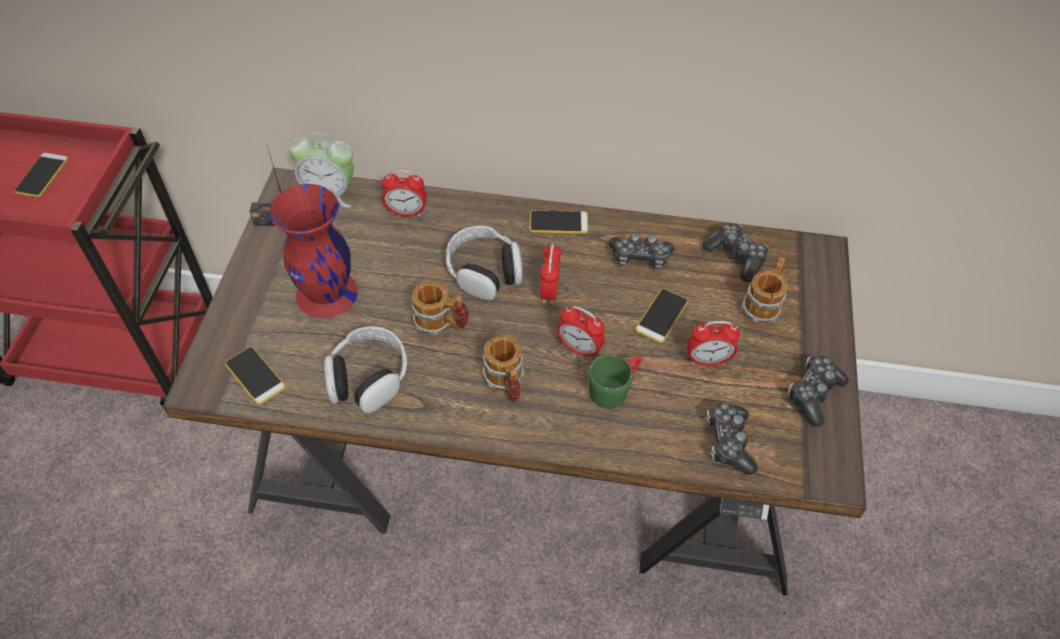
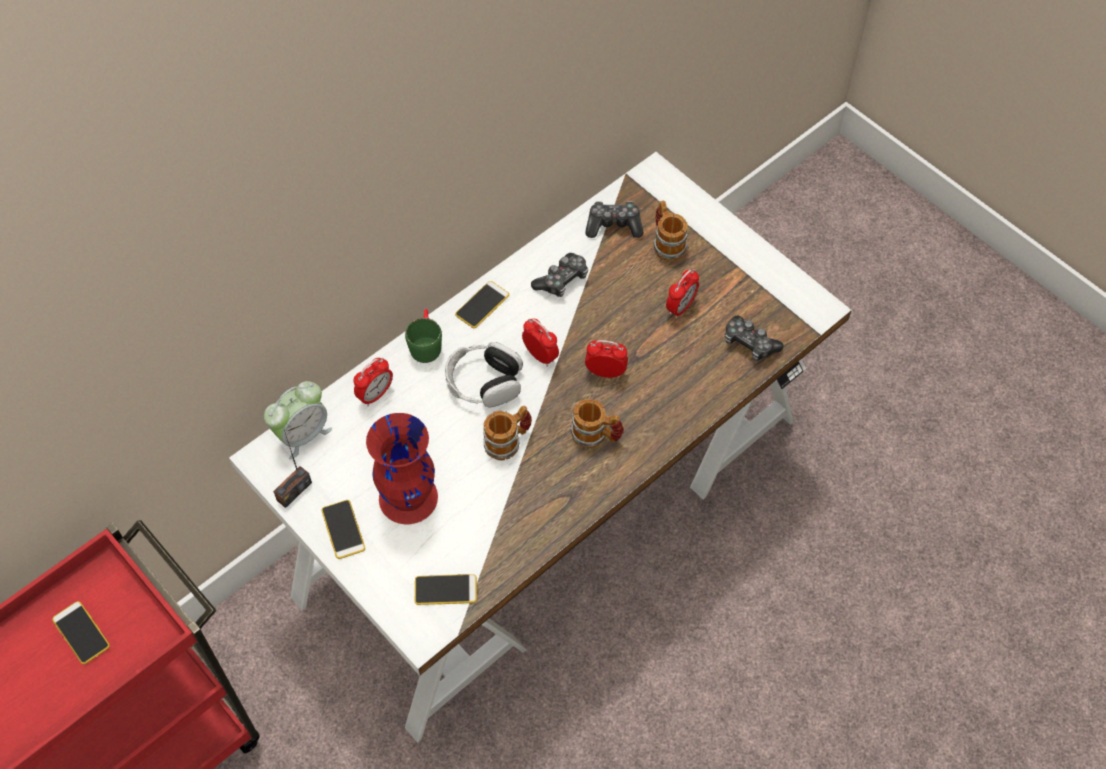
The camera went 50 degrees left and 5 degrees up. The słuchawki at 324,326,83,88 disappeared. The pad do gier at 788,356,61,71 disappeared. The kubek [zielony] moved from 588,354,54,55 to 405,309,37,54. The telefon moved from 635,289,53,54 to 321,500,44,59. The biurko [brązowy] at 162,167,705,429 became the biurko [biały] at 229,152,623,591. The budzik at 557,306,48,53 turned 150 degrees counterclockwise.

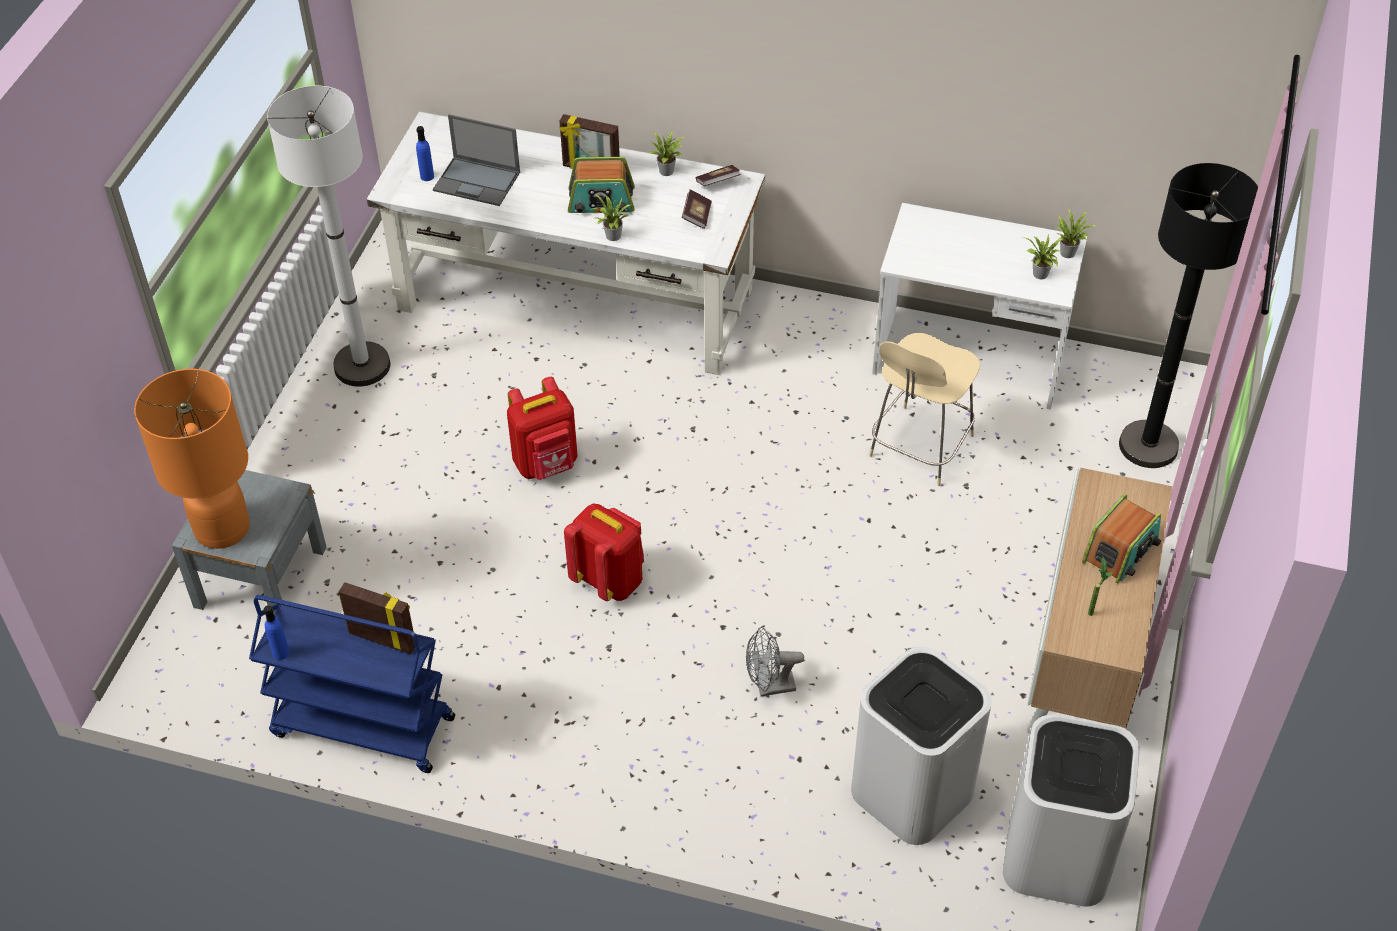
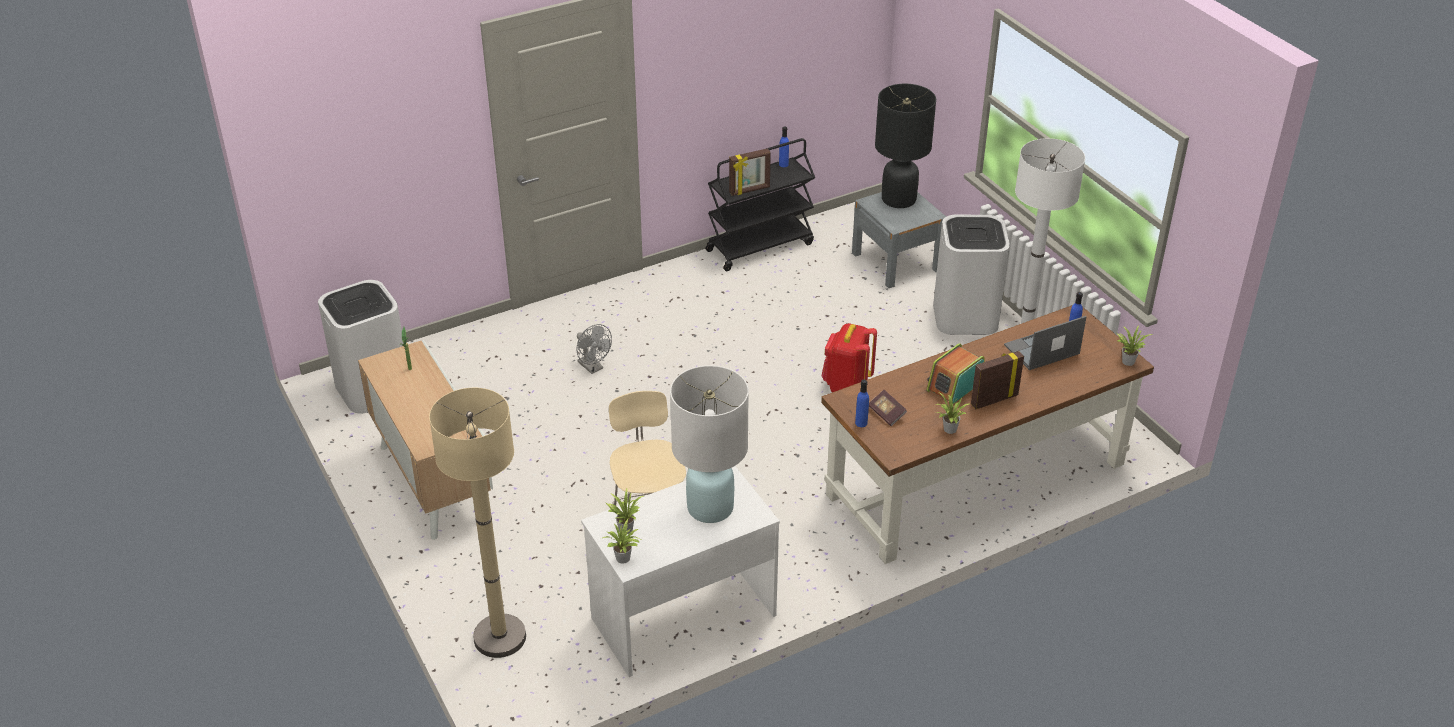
The camera went 135 degrees right and 10 degrees down. The plecak [czerwony] at 564,503,80,98 disappeared. The książka at 696,165,45,21 disappeared. The radio at 1082,494,79,90 disappeared. The lampa stołowa [biały] at 670,365,79,158 appeared. The butelka [niebieski] at 855,379,14,48 appeared. The roślina doniczkowa moved from 592,194,39,47 to 1117,325,36,41. The kosz na śmieci [biały] moved from 851,647,141,198 to 933,214,77,121. The lampa stołowa [pomarańczowy] at 134,369,116,180 became the lampa stołowa [czarny] at 875,84,61,124. The wózek [niebieski] at 249,595,206,178 became the wózek [czarny] at 705,138,110,133. The biurko [biały] at 367,112,398,263 became the biurko [brązowy] at 821,305,333,259. The lampa stojąca [czarny] at 1119,163,139,305 became the lampa stojąca [beżowy] at 429,388,97,270. The wentylator [szary] at 746,627,58,69 turned 105 degrees clockwise.

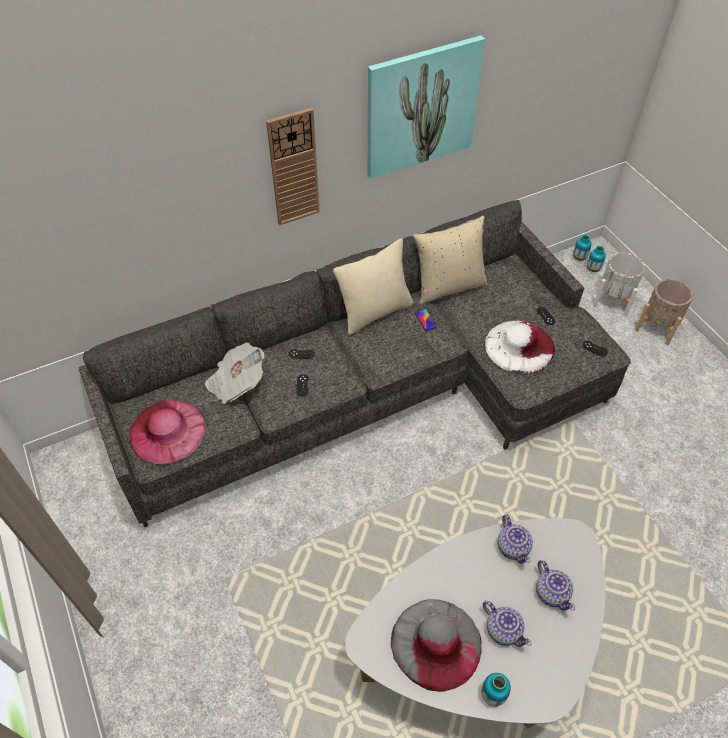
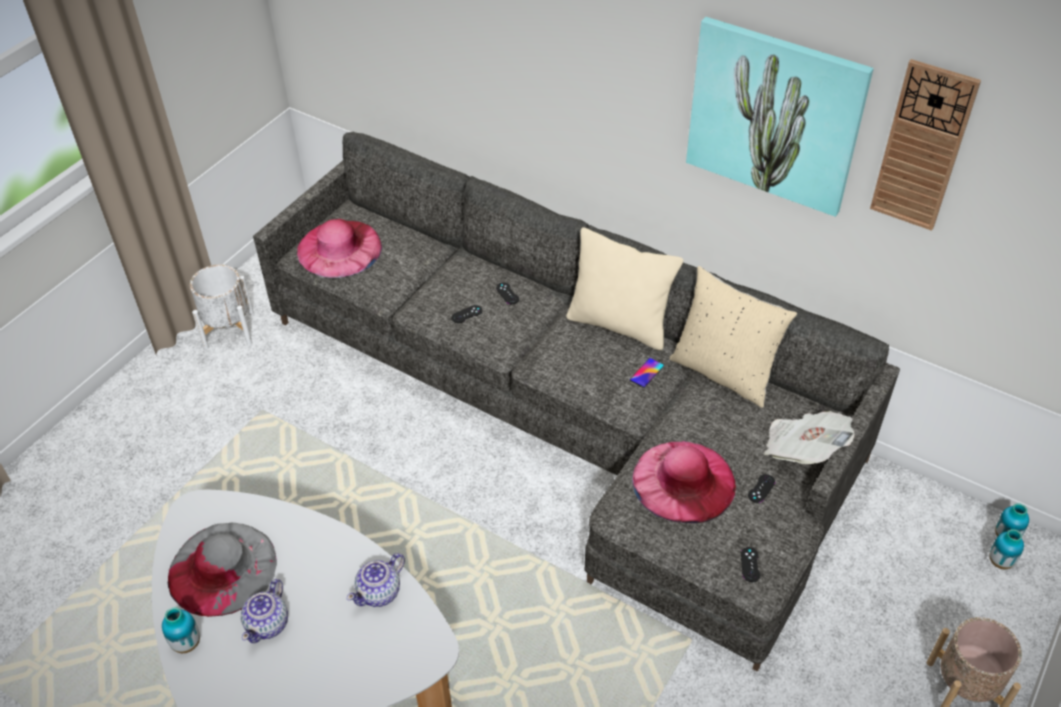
The camera went 60 degrees right and 5 degrees down. The imbryk at 536,560,39,51 disappeared. The gazeta moved from 205,342,60,62 to 764,411,91,53. The zegar ścienny moved from 266,108,54,117 to 870,59,111,172. The donica [biały] moved from 593,253,52,63 to 190,265,64,84. The kapelusz [biały] at 485,321,70,53 became the kapelusz [różowy] at 632,441,104,82.

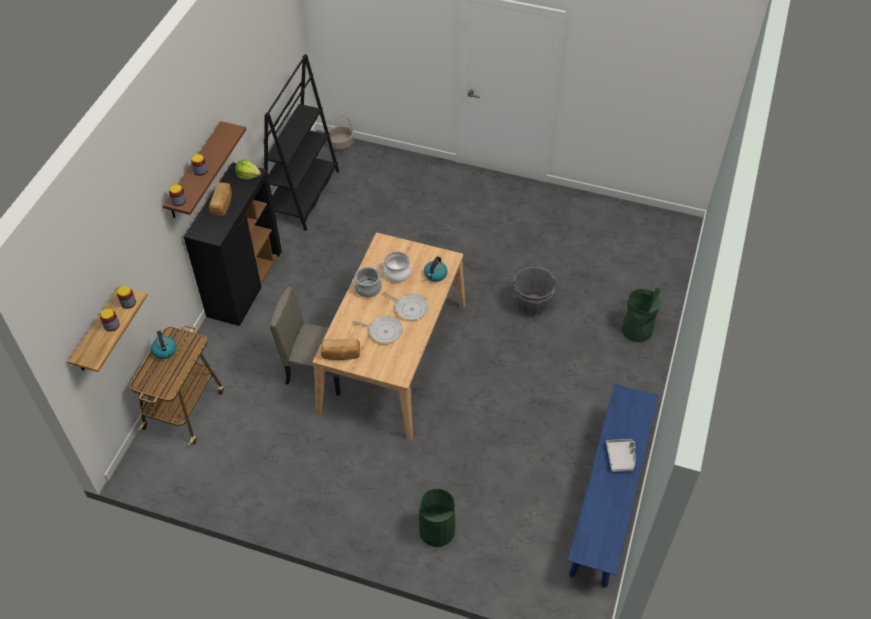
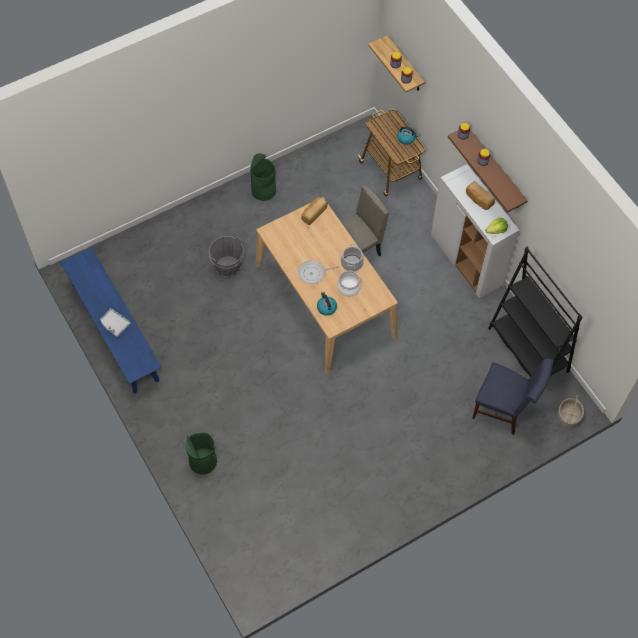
The camera went 130 degrees right and 10 degrees up. The patelnia at 352,316,51,27 disappeared. The krzesło [niebieski] at 472,359,82,76 appeared. The kosz na śmieci [zielony] moved from 419,489,36,58 to 250,153,26,48. The wiadro [szary] moved from 514,267,42,50 to 209,236,35,41. The szafka [czarny] at 184,162,98,164 became the szafka [biały] at 431,164,88,134.

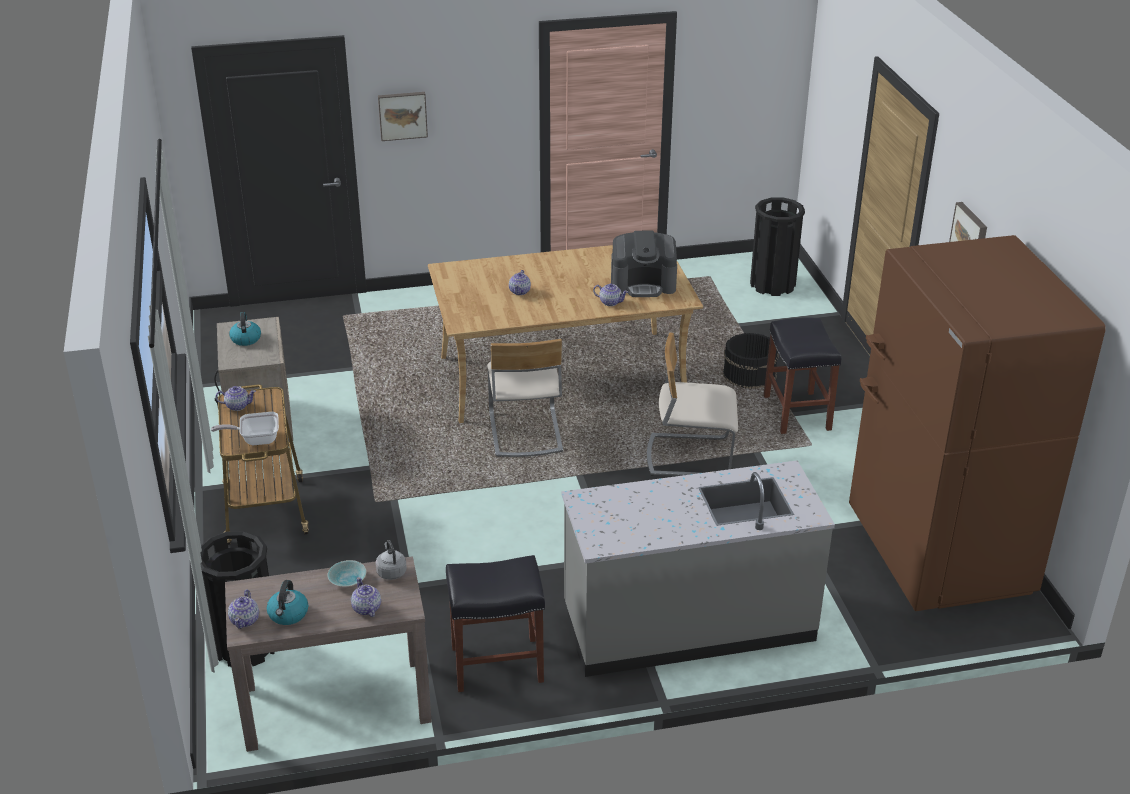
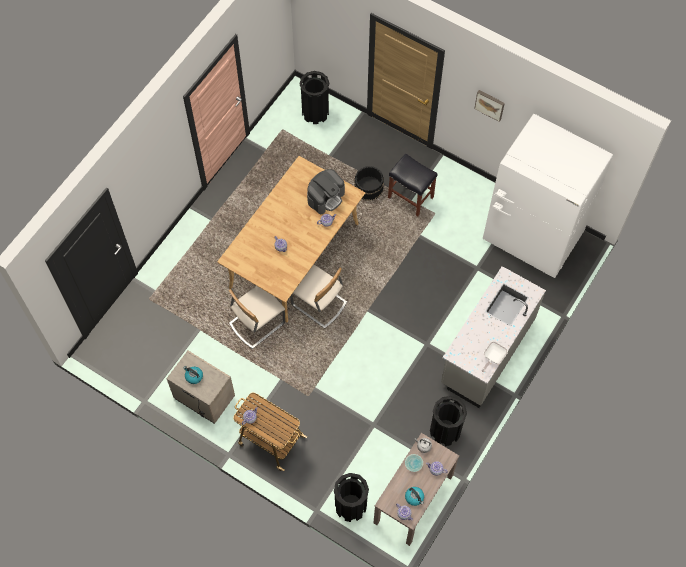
The camera went 45 degrees left and 30 degrees up. The obraz at 378,92,50,49 disappeared. The patelnia moved from 211,412,68,33 to 482,341,26,31. The krzesło [beżowy] moved from 647,333,91,143 to 229,286,56,63. The stołek [czarny] at 446,555,99,137 was replaced by the kosz na śmieci [czarny] at 430,396,37,50. The lodówka [brązowy] at 849,235,257,376 became the lodówka [biały] at 483,114,130,164.

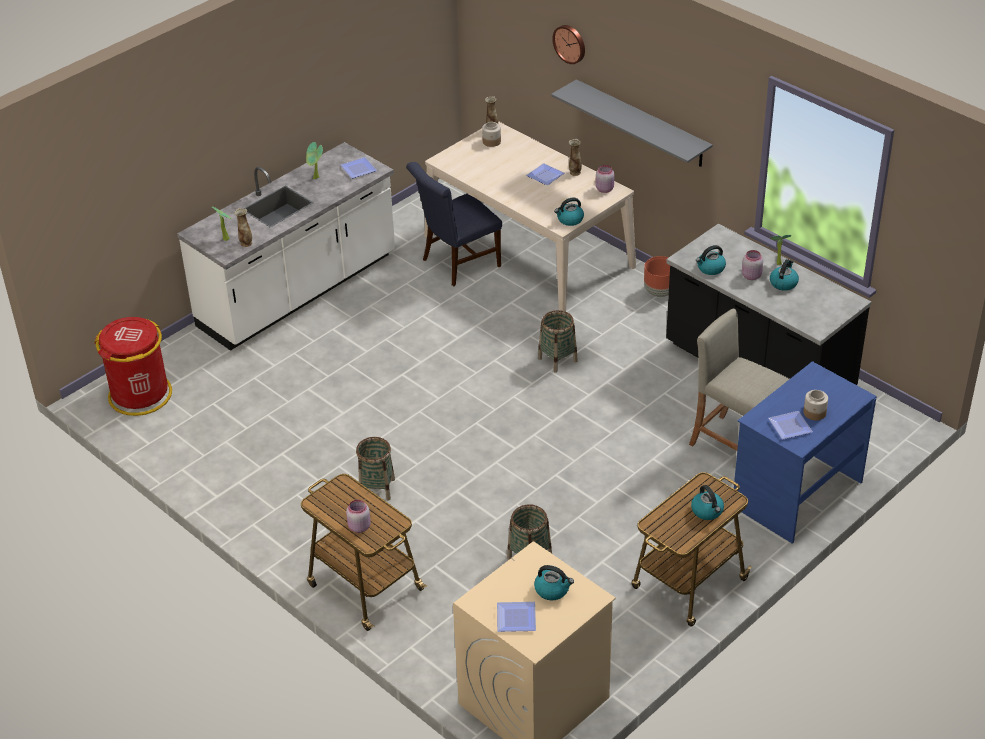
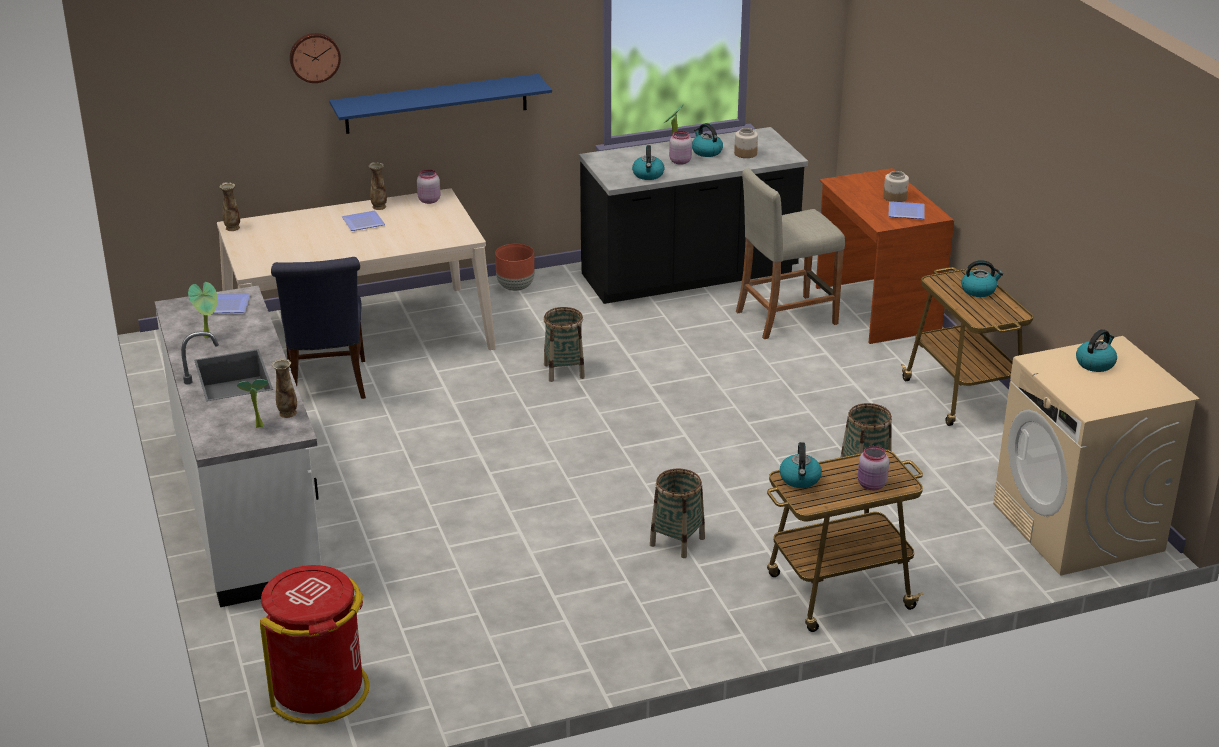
The camera went 65 degrees left and 10 degrees down. The talerz at 497,602,39,30 disappeared. The słoik moved from 482,122,19,25 to 734,128,24,30. The czajnik moved from 554,198,30,28 to 779,442,43,46. The półka [szary] at 551,79,162,88 became the półka [niebieski] at 329,74,223,60. The biurko [niebieski] at 733,361,144,183 became the biurko [brązowy] at 816,168,138,176.

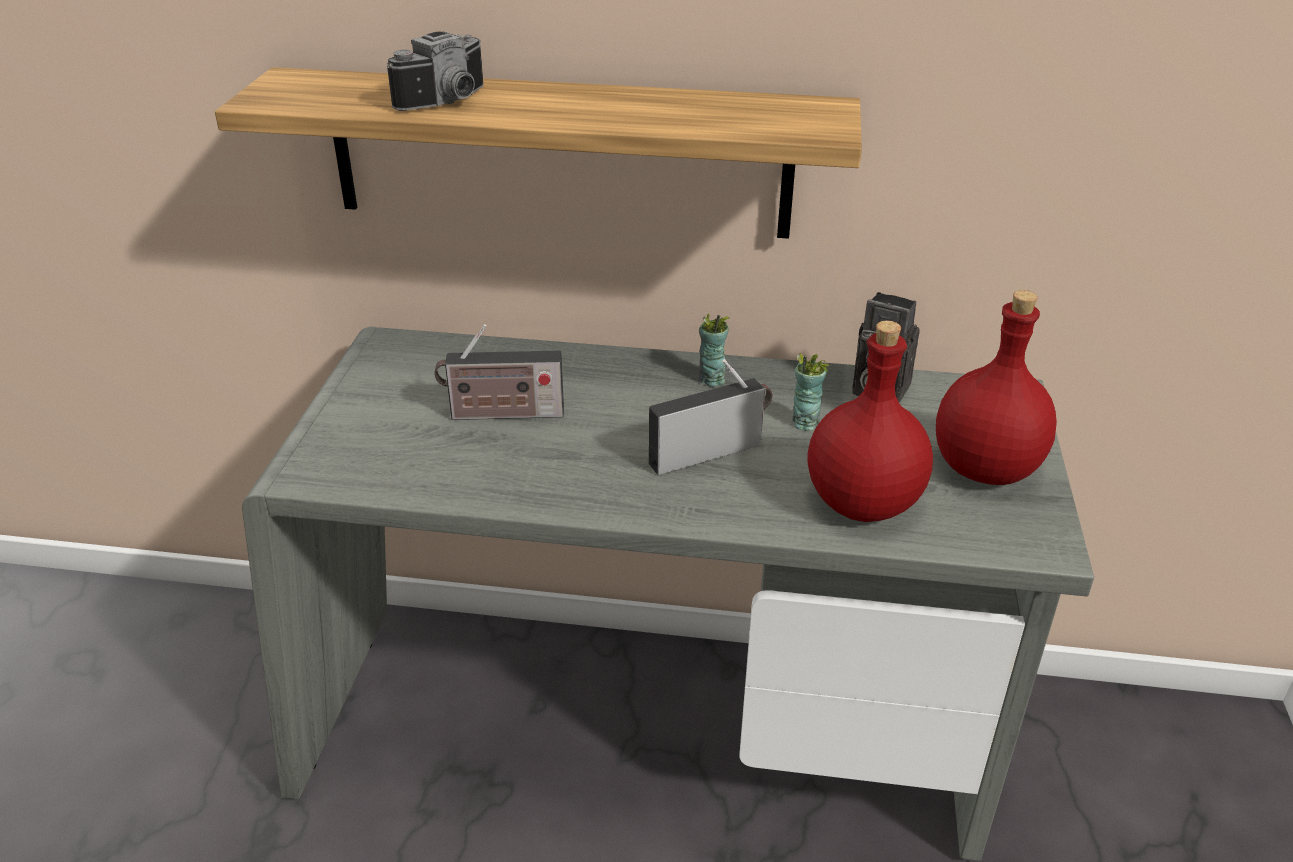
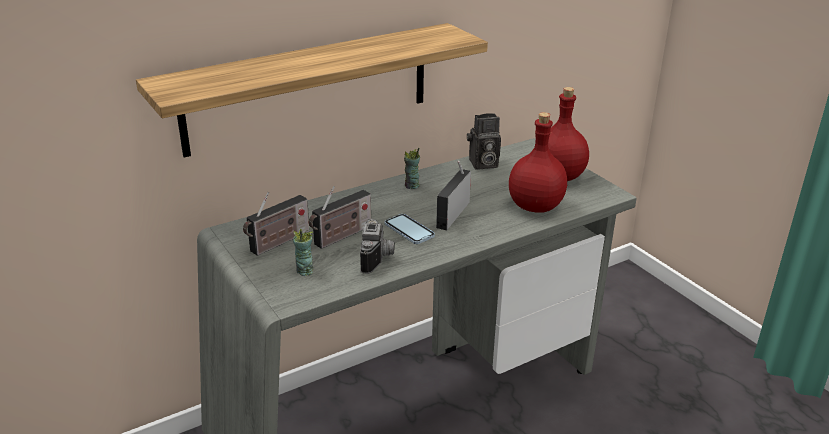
The camera went 40 degrees left and 5 degrees down. The radio at 243,192,67,64 appeared. The telefon at 384,214,51,30 appeared. The aparat fotograficzny moved from 386,31,98,80 to 360,219,35,55. The filiżanka moved from 792,353,38,78 to 293,229,20,47.

